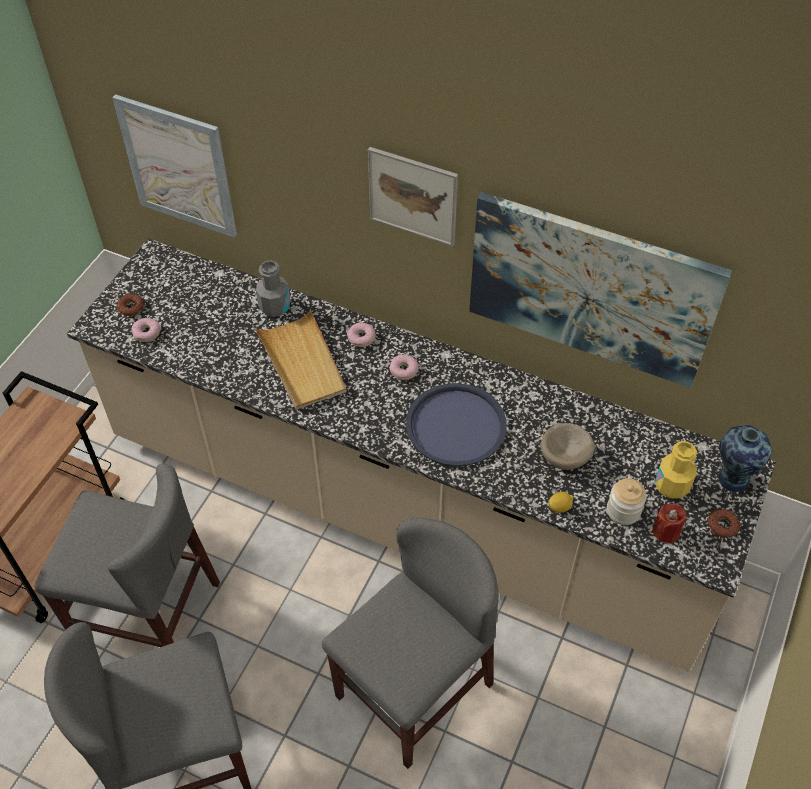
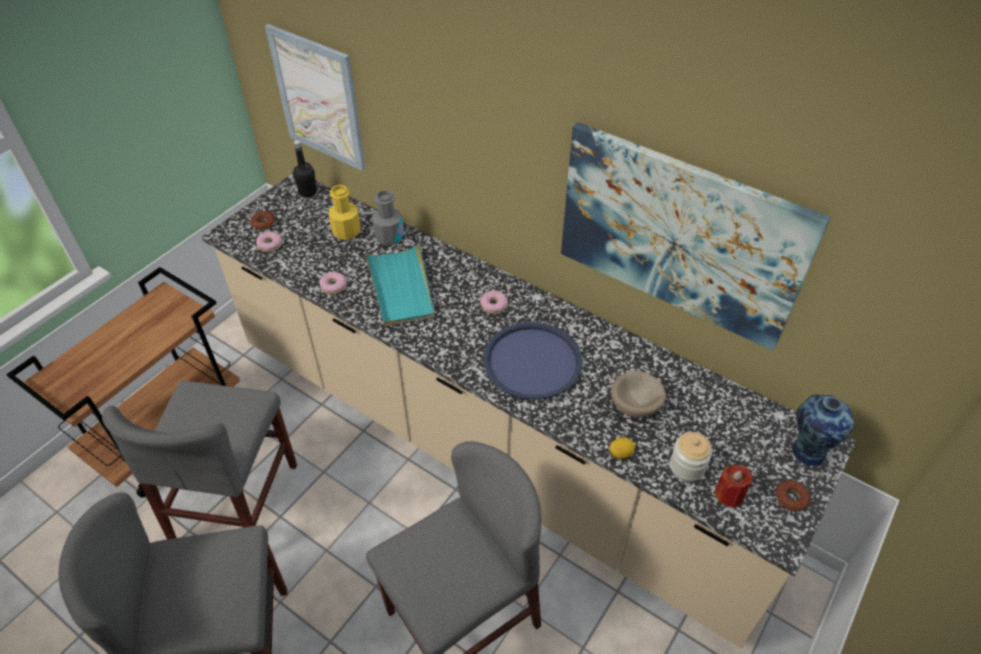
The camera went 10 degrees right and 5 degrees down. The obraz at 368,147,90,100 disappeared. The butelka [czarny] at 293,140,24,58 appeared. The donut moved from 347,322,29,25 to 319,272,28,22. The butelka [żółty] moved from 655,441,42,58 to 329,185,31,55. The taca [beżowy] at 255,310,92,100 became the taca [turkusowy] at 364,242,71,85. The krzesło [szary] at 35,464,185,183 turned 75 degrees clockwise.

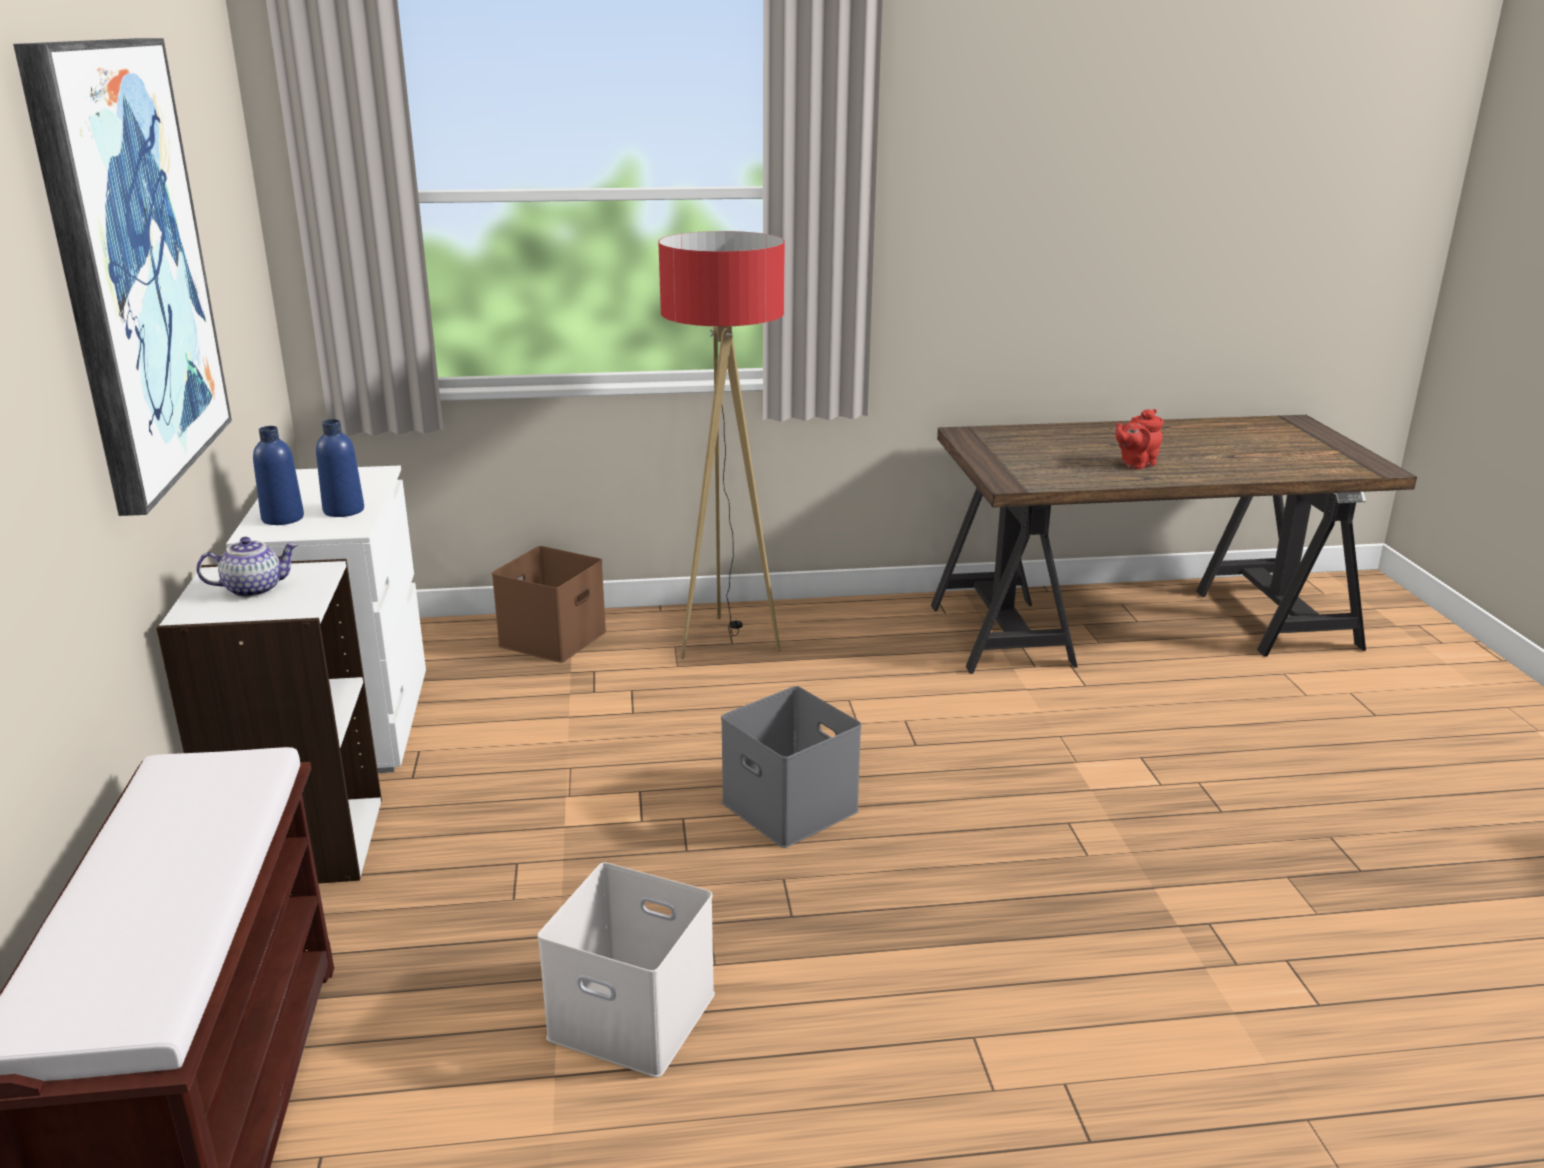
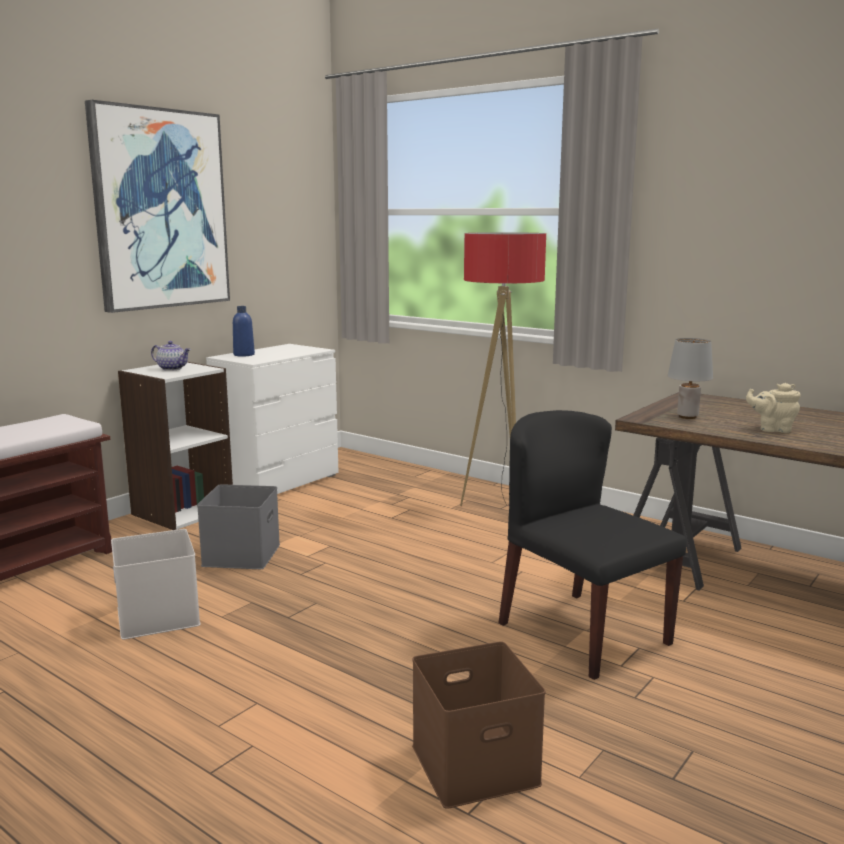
The camera went 45 degrees right and 10 degrees down. The butelka [niebieski] at 316,419,48,98 disappeared. The krzesło [czarny] at 499,410,188,270 appeared. The lampa stołowa [szary] at 668,338,45,81 appeared. The pojemnik do przechowywania [brązowy] moved from 492,546,114,117 to 412,641,134,168. The pojemnik do przechowywania [szary] moved from 721,686,141,162 to 197,484,83,85. The imbryk [czerwony] at 1115,409,49,60 became the imbryk [beżowy] at 746,383,54,50.

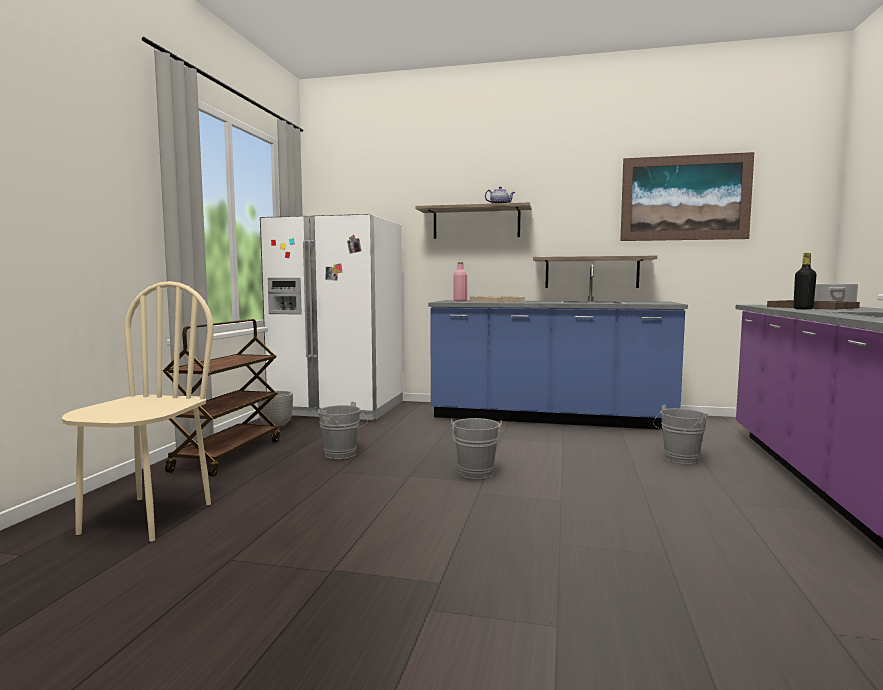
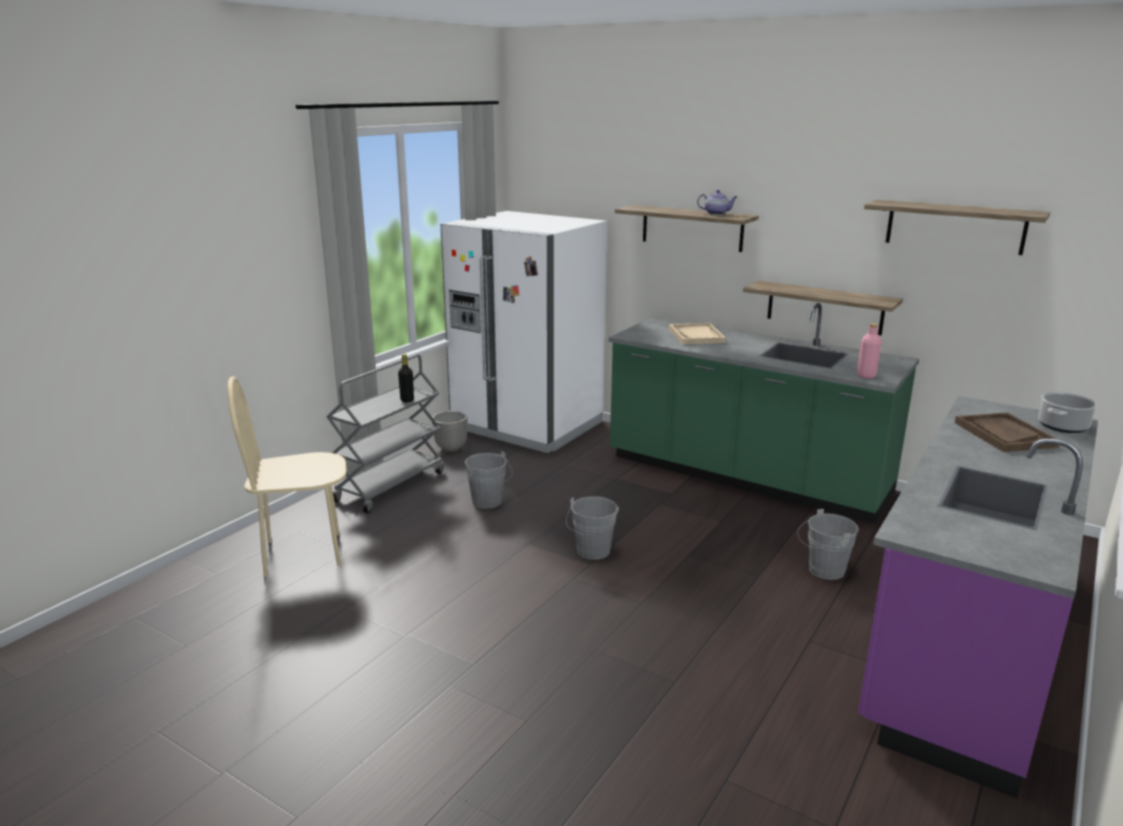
The camera went 20 degrees right and 15 degrees up. The butelka [różowy] moved from 453,262,14,39 to 857,323,25,56. The butelka [czarny] moved from 793,253,24,56 to 398,354,16,48. The obraz at 620,152,134,89 was replaced by the półka at 864,200,186,55. The wózek [brązowy] at 163,319,117,158 became the wózek [szary] at 326,354,118,159. The zabudowa kuchenna [niebieski] at 428,265,260,165 became the zabudowa kuchenna [zielony] at 609,303,310,221. The krzesło [beżowy] at 61,281,153,260 turned 135 degrees counterclockwise.

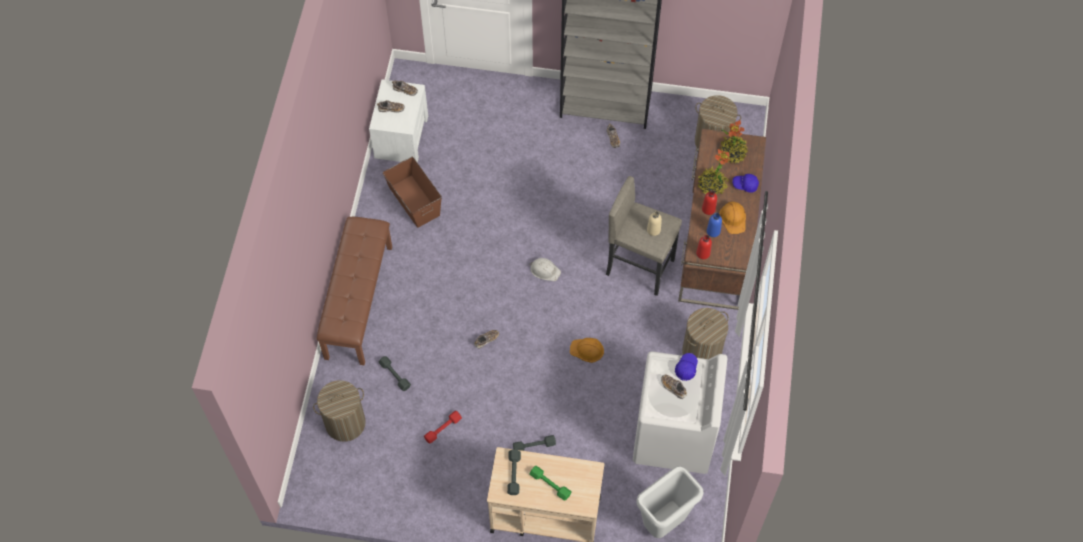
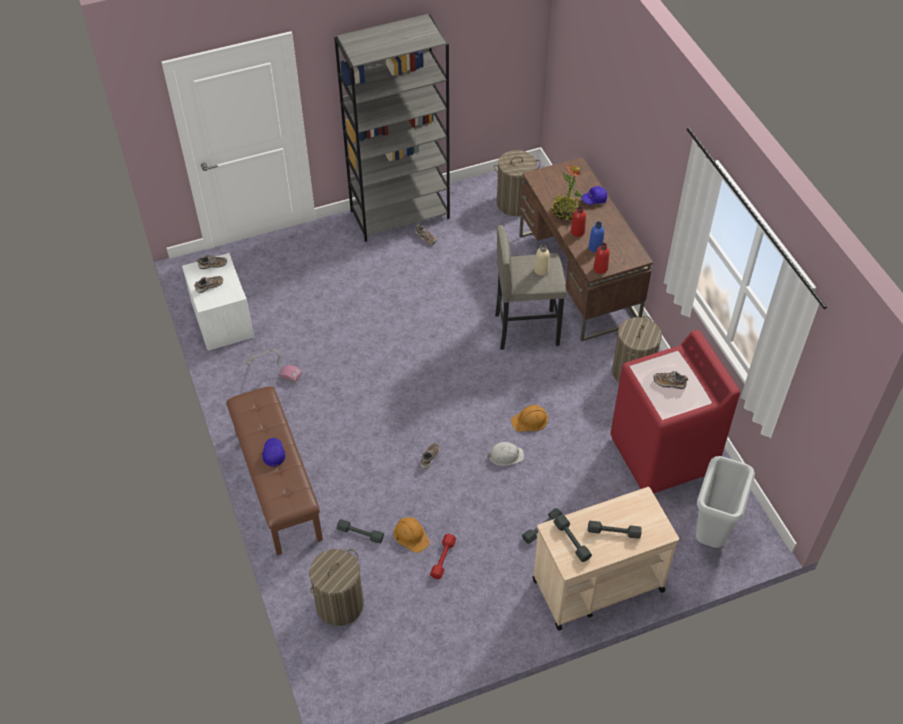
The camera went 30 degrees left and 10 degrees down. The roślina doniczkowa at 719,120,29,44 disappeared. The kask [biały] moved from 529,258,32,23 to 487,442,37,24. The czapka z daszkiem [niebieski] moved from 675,353,23,28 to 263,438,22,29. The kask [pomarańczowy] moved from 719,201,27,33 to 394,517,36,36. The pojemnik do przechowywania [brązowy] at 383,157,59,71 was replaced by the odkurzacz at 245,349,57,35. The hantel [zielony] at 529,466,42,35 became the hantel [szary] at 588,521,54,18. The pralka [biały] at 633,351,95,123 became the pralka [czerwony] at 610,330,130,164.

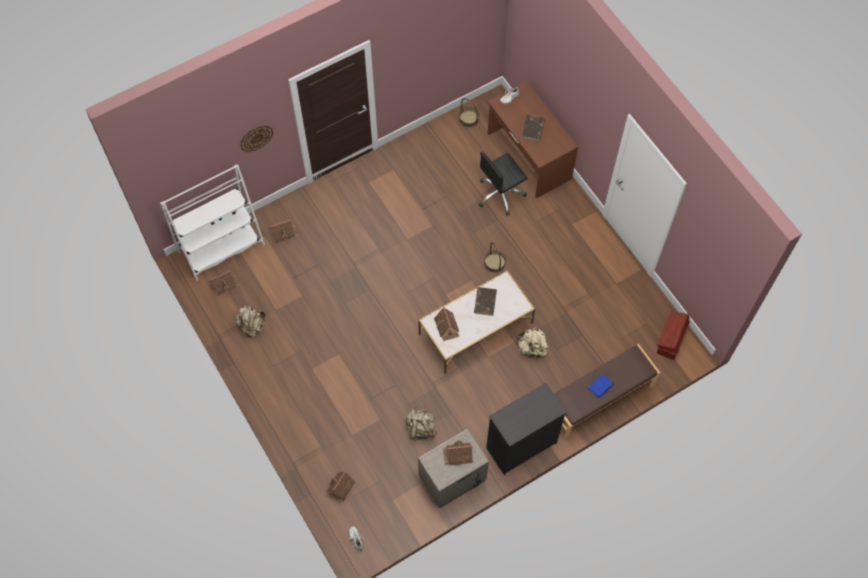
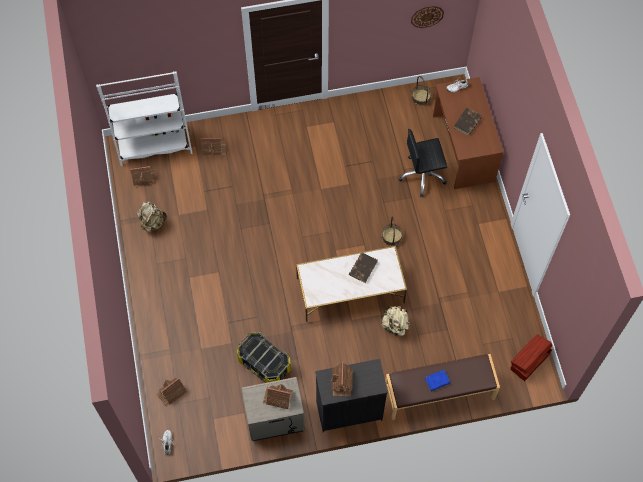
The camera went 20 degrees right and 0 degrees up. The zegar ścienny moved from 240,126,33,26 to 411,6,33,22. The domek moved from 434,307,25,34 to 331,362,22,34. The plecak [beżowy] at 406,407,31,33 was replaced by the pojemnik do przechowywania at 237,332,54,51.

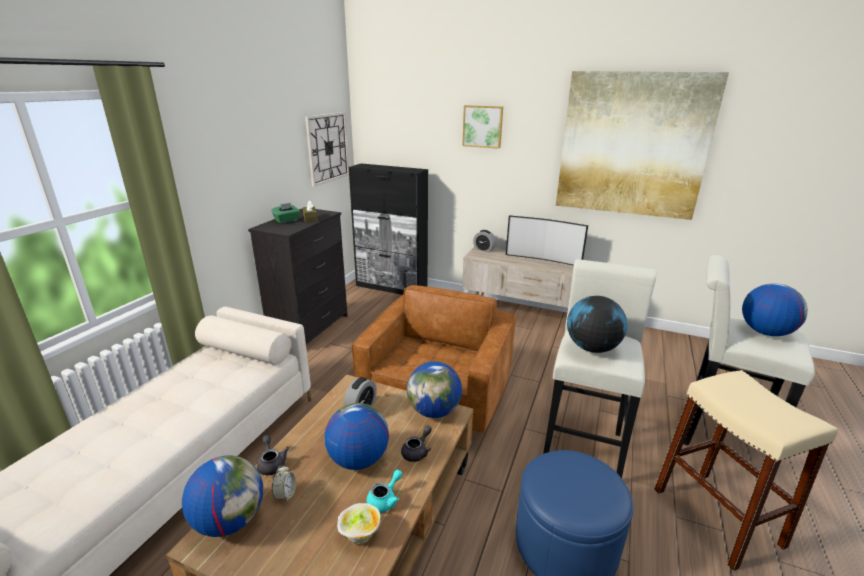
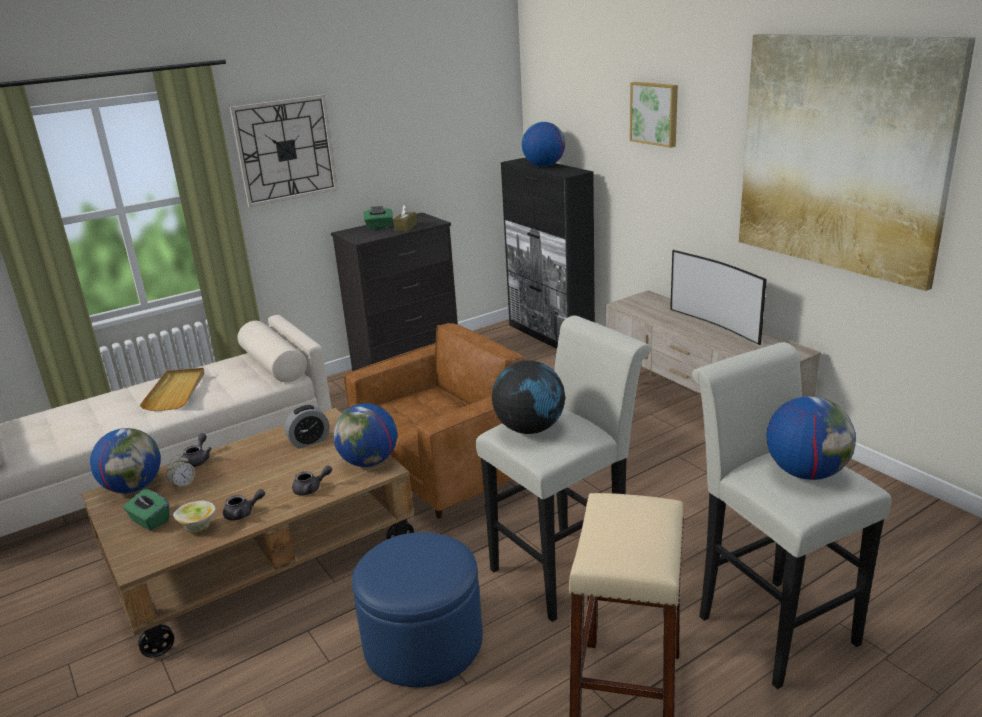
The camera went 35 degrees right and 0 degrees up. The budzik at 473,230,23,22 disappeared. The pudełko chusteczek [zielony] at 123,489,47,42 appeared. The taca [beżowy] at 139,368,65,43 appeared. The zegar ścienny moved from 305,112,44,75 to 230,95,108,112. The globus moved from 325,403,64,67 to 522,122,43,45. The imbryk [turkusowy] at 366,470,36,43 became the imbryk [szary] at 223,489,42,31.

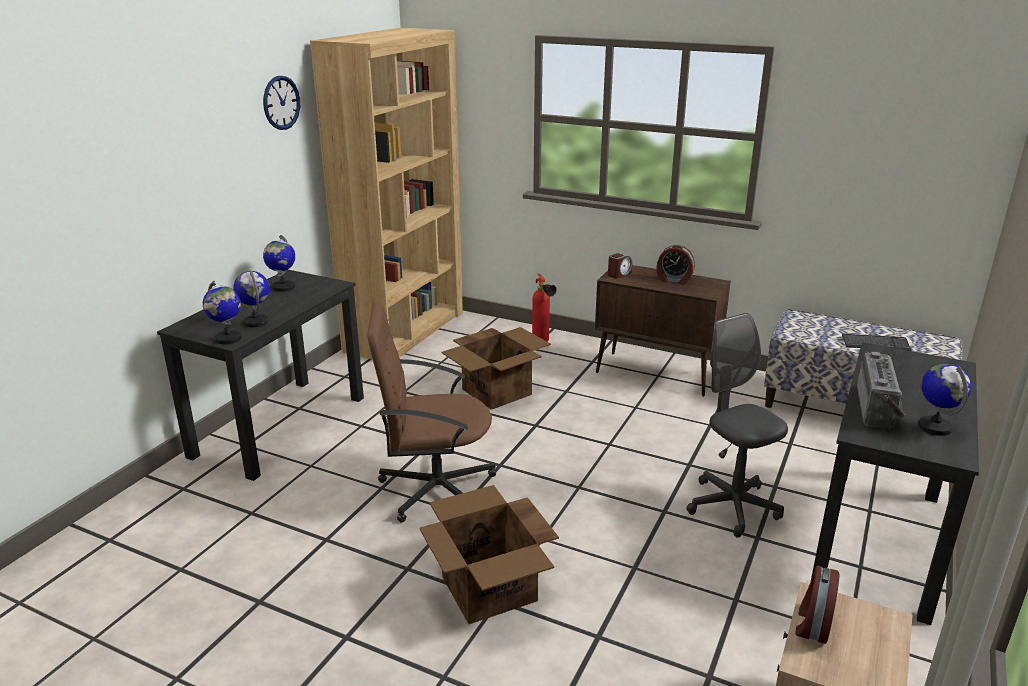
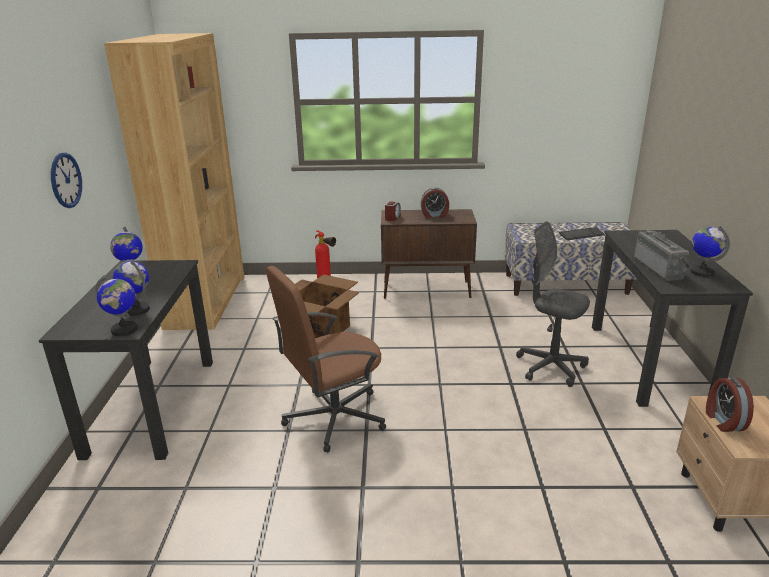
The camera went 25 degrees left and 0 degrees up. The karton at 419,485,140,139 disappeared. The zegar ścienny moved from 263,76,37,54 to 51,153,31,55.

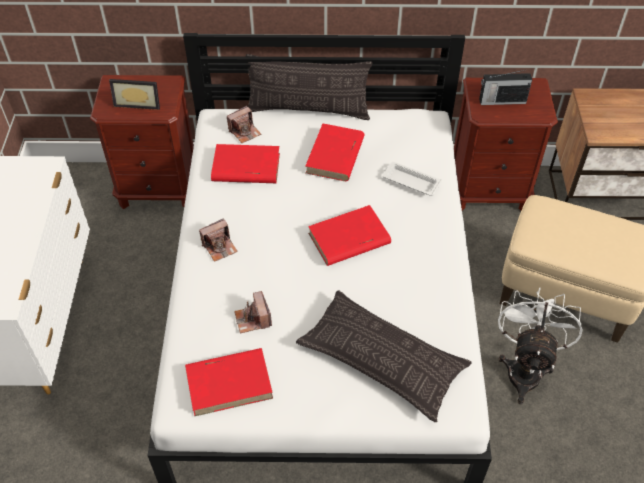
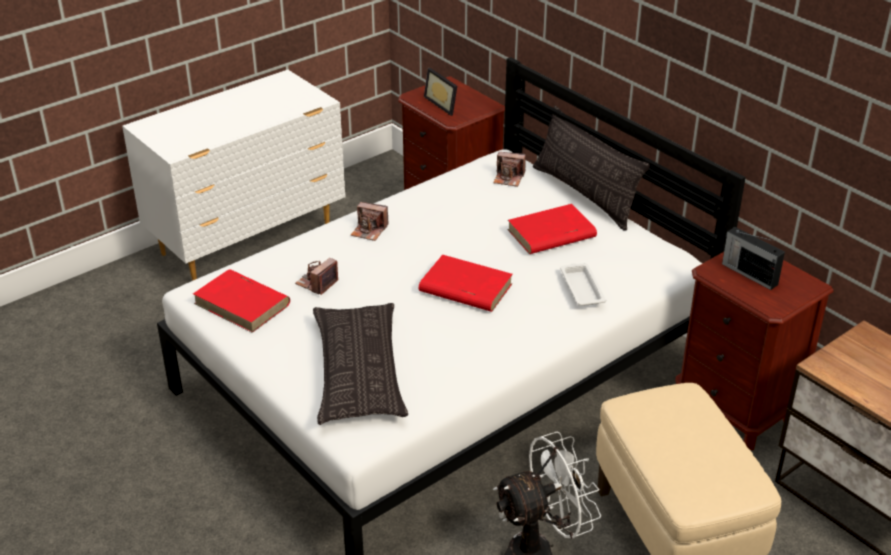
The camera went 50 degrees right and 15 degrees down. The książka [czerwony] at 211,144,69,39 disappeared.

